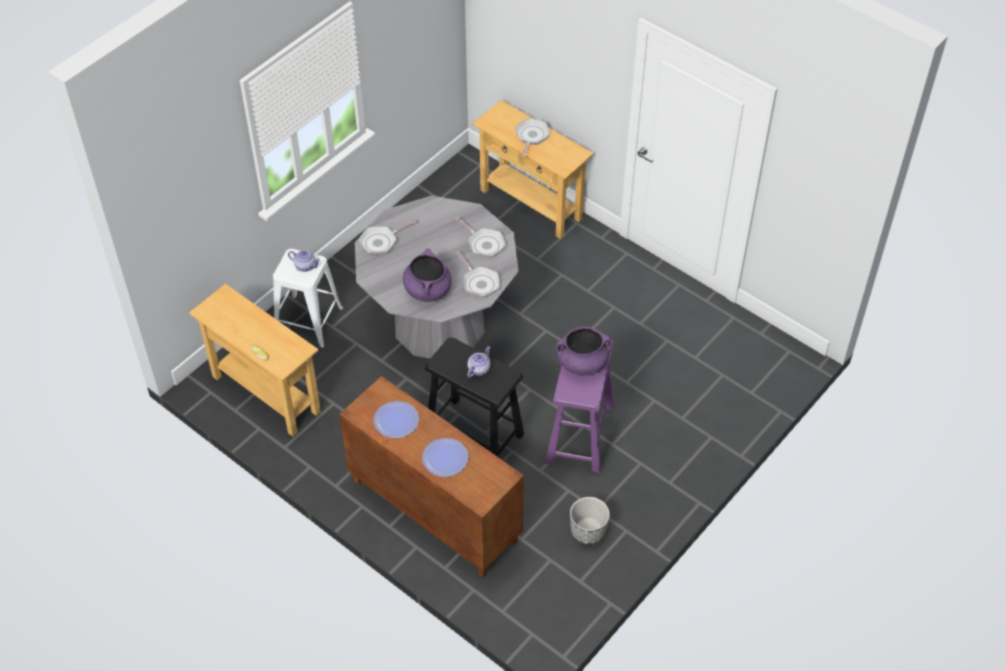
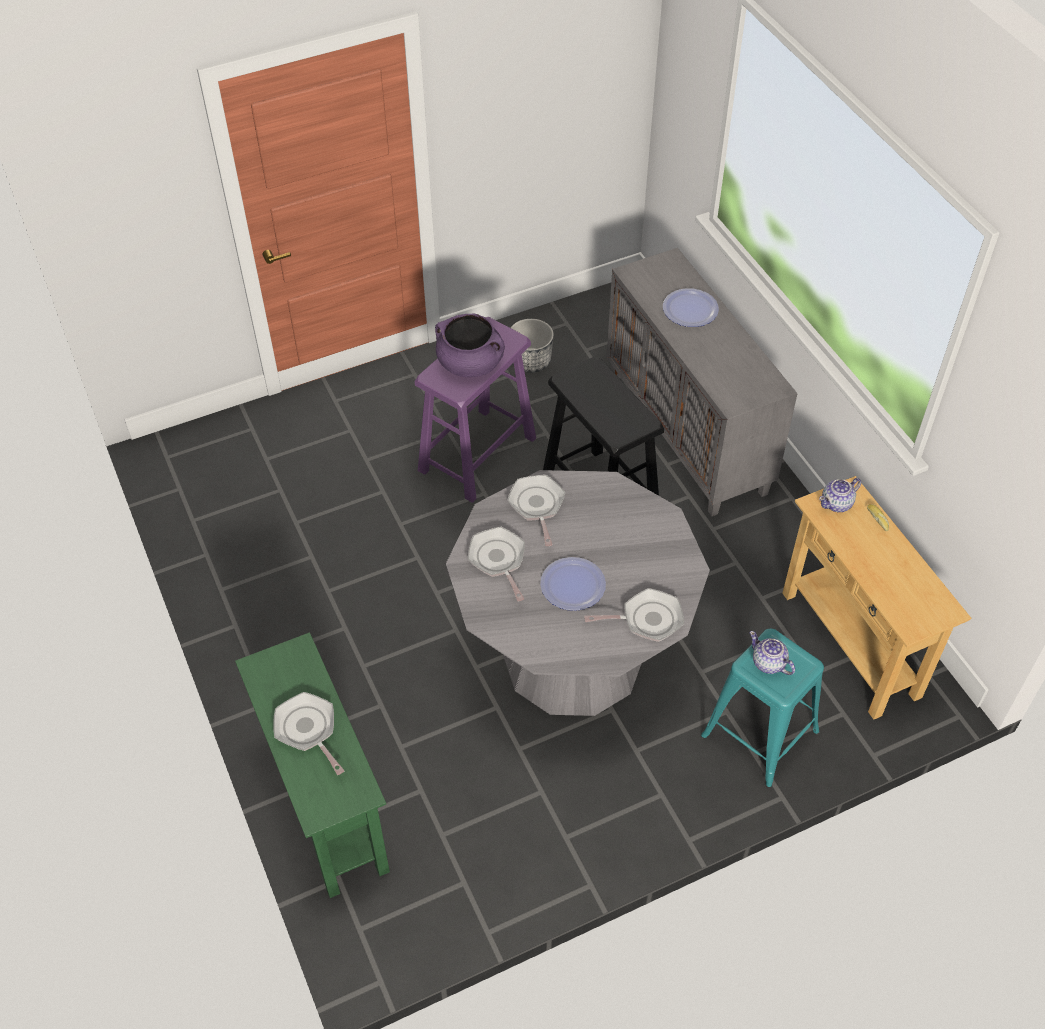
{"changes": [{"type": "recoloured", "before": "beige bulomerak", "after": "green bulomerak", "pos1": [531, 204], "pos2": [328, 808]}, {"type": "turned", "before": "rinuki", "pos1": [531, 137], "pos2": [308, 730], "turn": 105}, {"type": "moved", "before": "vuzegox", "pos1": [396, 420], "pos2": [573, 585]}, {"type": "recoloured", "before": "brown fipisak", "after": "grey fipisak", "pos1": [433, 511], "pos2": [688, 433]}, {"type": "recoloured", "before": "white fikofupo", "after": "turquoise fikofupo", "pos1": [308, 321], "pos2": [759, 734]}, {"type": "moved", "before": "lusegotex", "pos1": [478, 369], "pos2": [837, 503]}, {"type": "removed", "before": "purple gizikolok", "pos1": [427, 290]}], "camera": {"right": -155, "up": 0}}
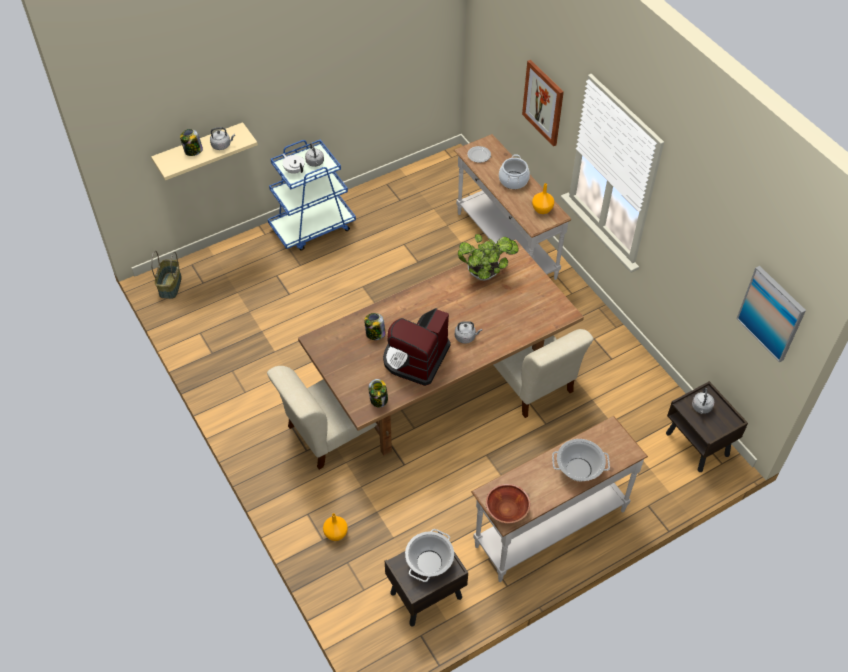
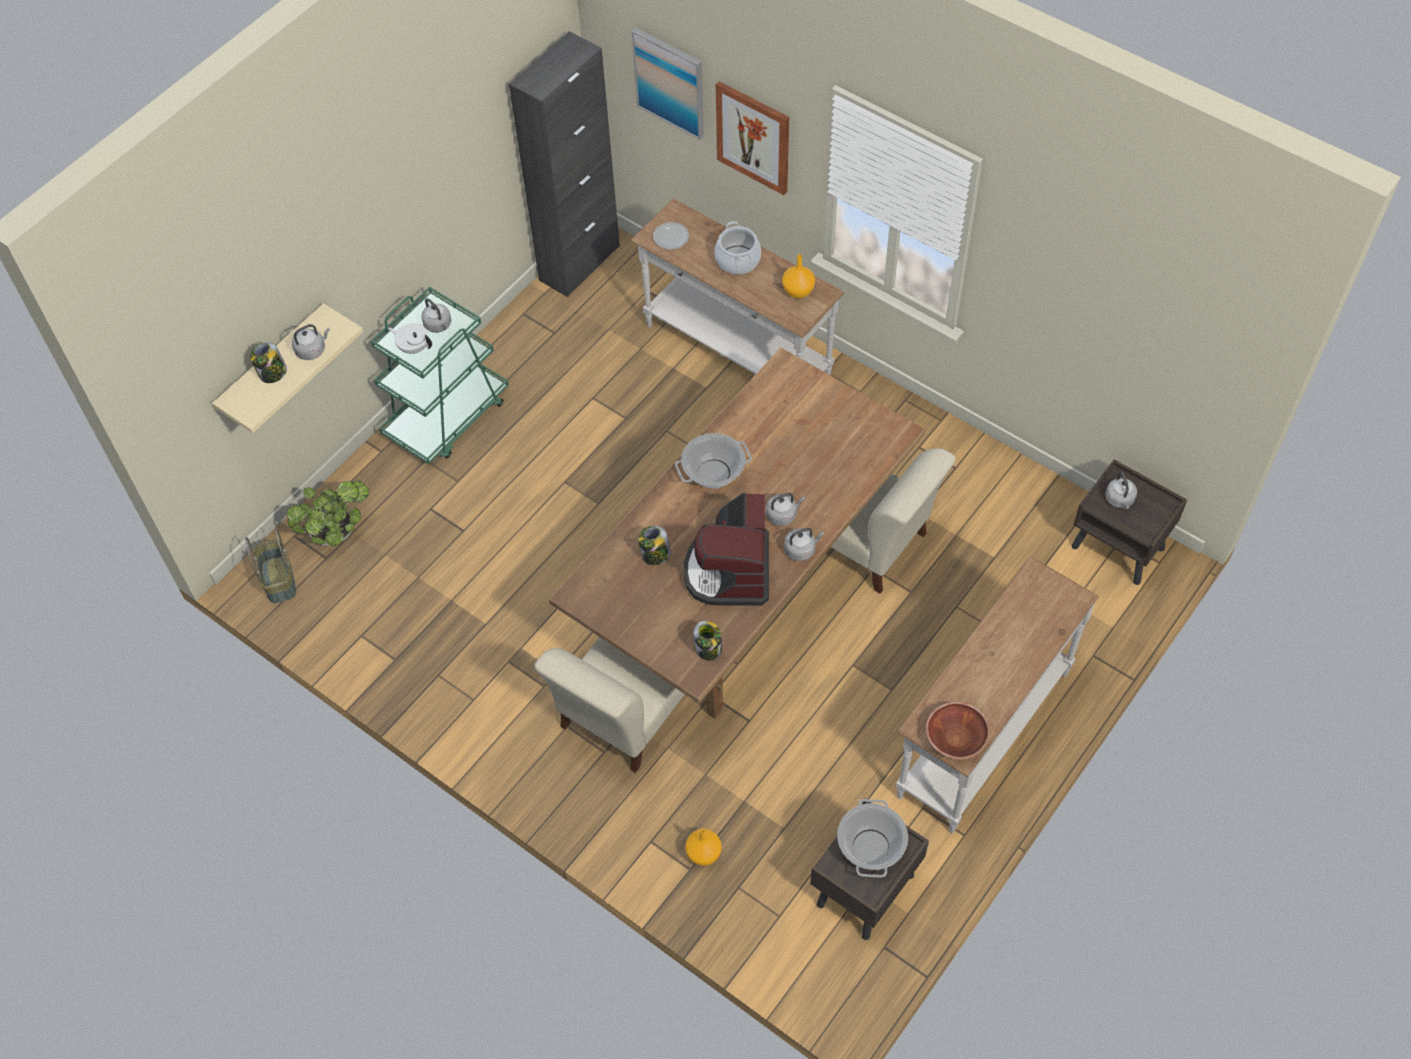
{"changes": [{"type": "moved", "before": "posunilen", "pos1": [485, 274], "pos2": [337, 533]}, {"type": "recoloured", "before": "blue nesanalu", "after": "green nesanalu", "pos1": [313, 227], "pos2": [447, 416]}, {"type": "added", "after": "black fipisak", "pos2": [579, 263]}, {"type": "moved", "before": "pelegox", "pos1": [771, 313], "pos2": [670, 82]}, {"type": "moved", "before": "gizikolok", "pos1": [579, 469], "pos2": [713, 473]}, {"type": "added", "after": "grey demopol", "pos2": [801, 549]}], "camera": {"right": -20, "up": 5}}
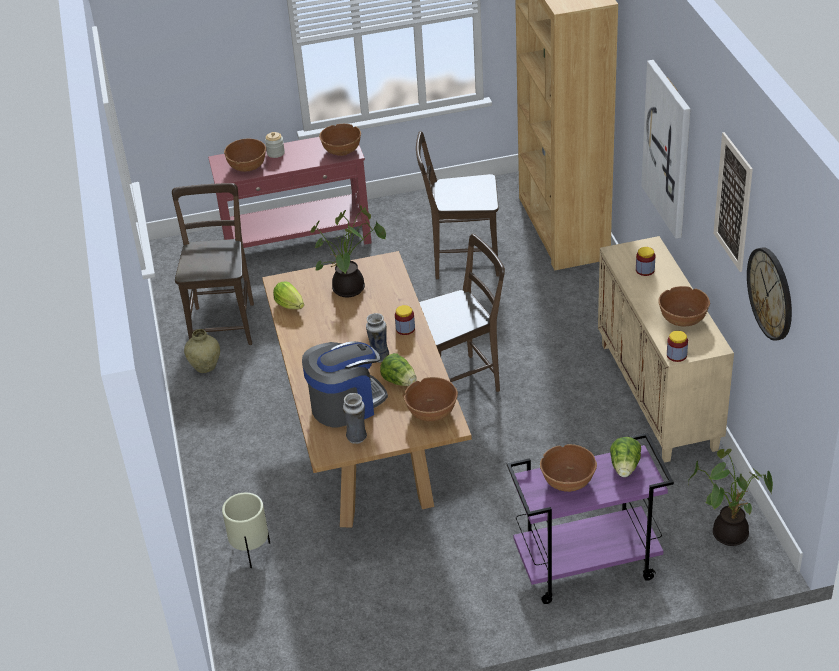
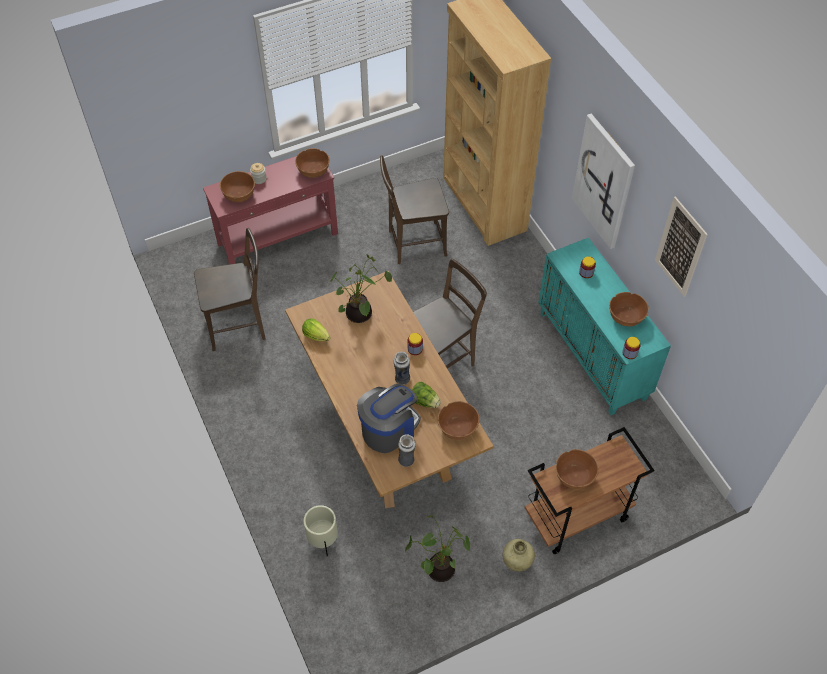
{"changes": [{"type": "turned", "before": "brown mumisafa", "pos1": [223, 322], "pos2": [239, 325], "turn": 90}, {"type": "moved", "before": "posunilen", "pos1": [728, 532], "pos2": [439, 567]}, {"type": "moved", "before": "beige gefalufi", "pos1": [205, 367], "pos2": [517, 563]}, {"type": "recoloured", "before": "purple nesanalu", "after": "brown nesanalu", "pos1": [586, 567], "pos2": [576, 517]}, {"type": "recoloured", "before": "beige fipisak", "after": "turquoise fipisak", "pos1": [659, 396], "pos2": [593, 355]}, {"type": "removed", "before": "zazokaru", "pos1": [625, 467]}, {"type": "removed", "before": "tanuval", "pos1": [771, 293]}], "camera": {"right": -15, "up": 15}}
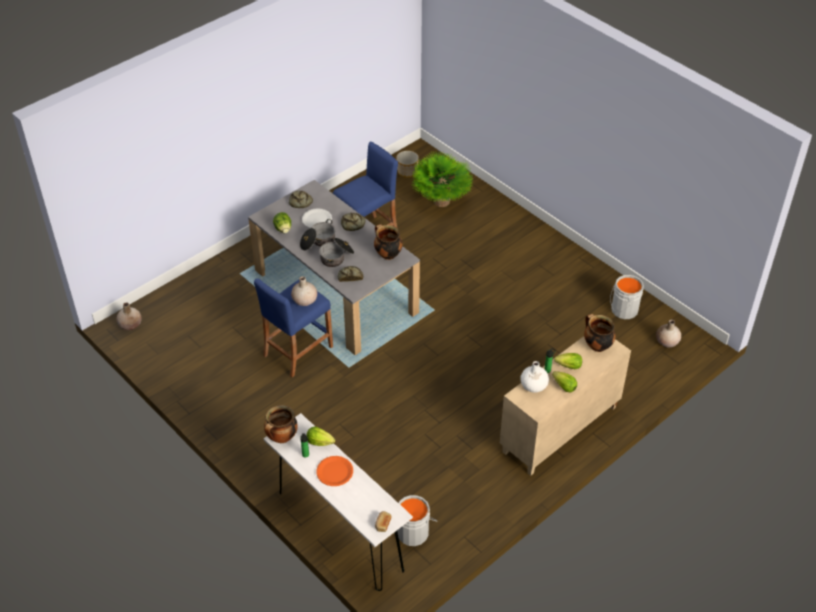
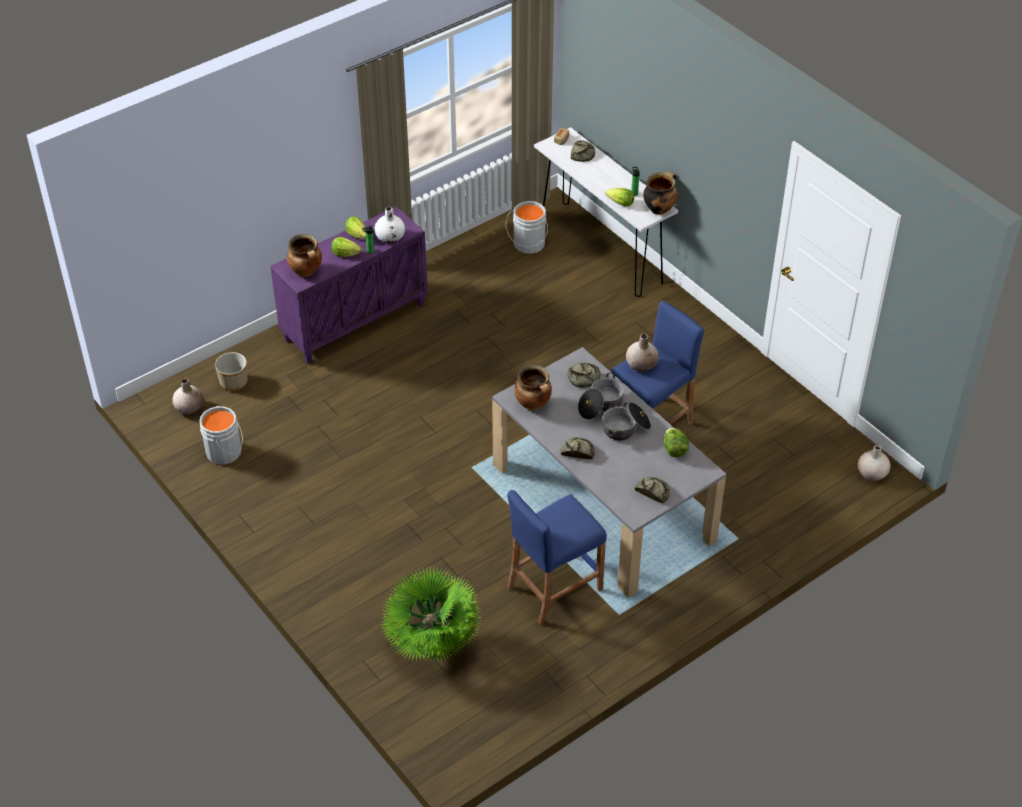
{"changes": [{"type": "moved", "before": "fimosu", "pos1": [407, 172], "pos2": [233, 382]}, {"type": "recoloured", "before": "beige fipisak", "after": "purple fipisak", "pos1": [560, 430], "pos2": [355, 321]}, {"type": "added", "after": "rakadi", "pos2": [583, 154]}, {"type": "removed", "before": "white vuzegox", "pos1": [317, 219]}, {"type": "removed", "before": "orange vuzegox", "pos1": [334, 472]}], "camera": {"right": -175, "up": 0}}
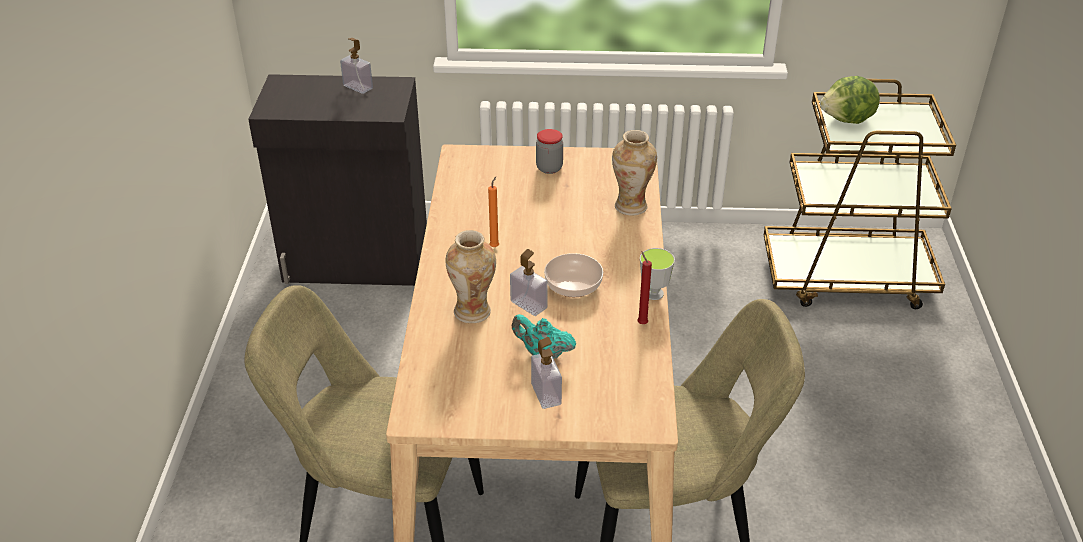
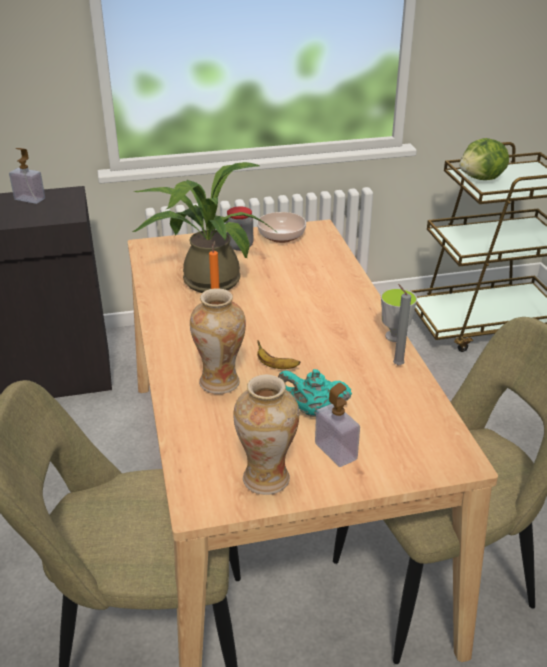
{"changes": [{"type": "added", "after": "posunilen", "pos2": [206, 279]}, {"type": "moved", "before": "gefalufi", "pos1": [631, 206], "pos2": [266, 478]}, {"type": "moved", "before": "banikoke", "pos1": [574, 286], "pos2": [282, 236]}, {"type": "replaced", "before": "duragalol", "after": "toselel", "pos1": [528, 305], "pos2": [275, 366]}, {"type": "recoloured", "before": "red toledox", "after": "grey toledox", "pos1": [641, 323], "pos2": [396, 364]}], "camera": {"right": -15, "up": -5}}
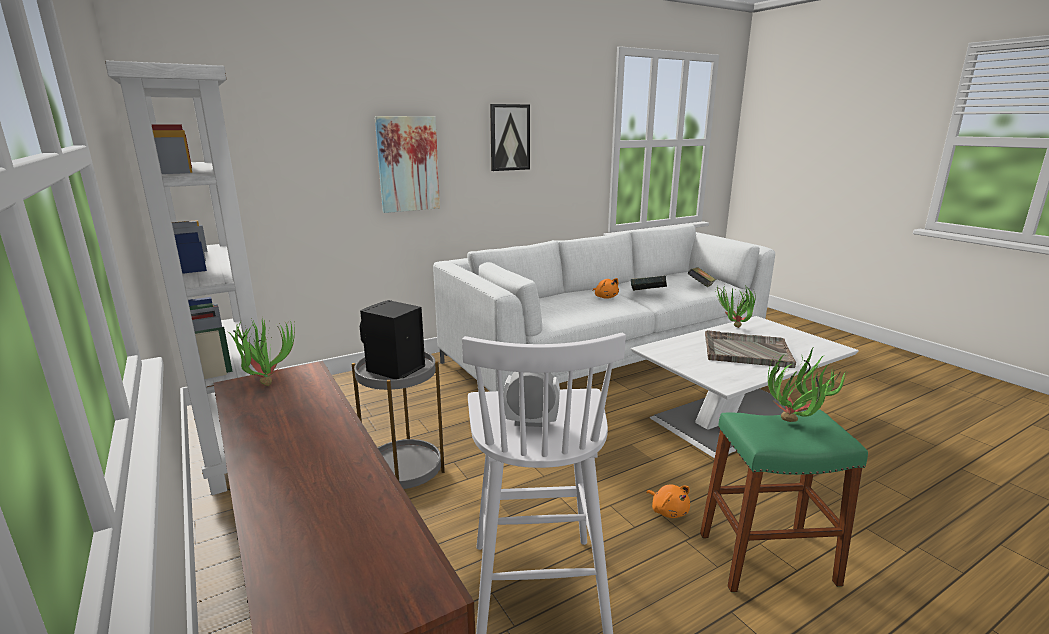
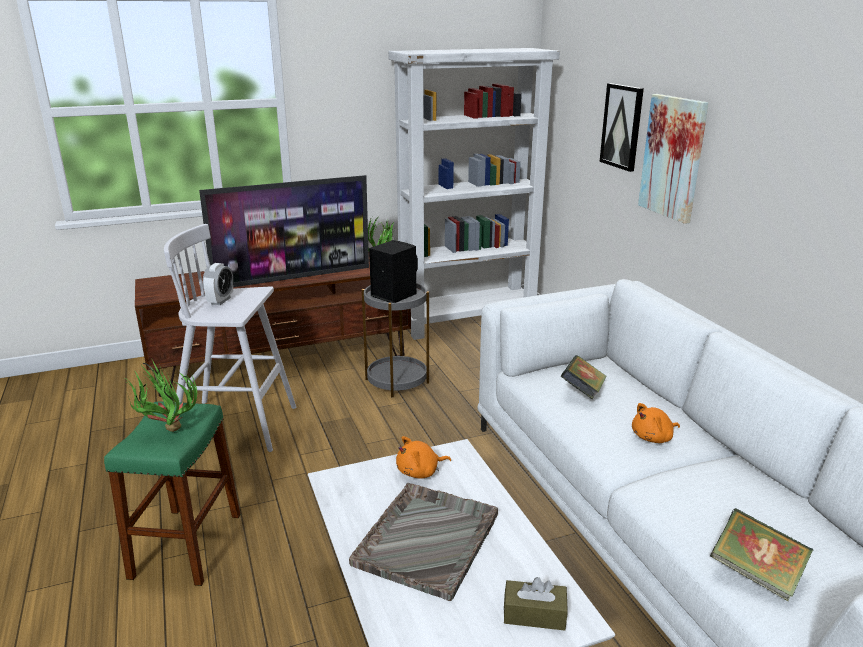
{"changes": [{"type": "added", "after": "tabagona", "pos2": [293, 278]}, {"type": "moved", "before": "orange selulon", "pos1": [668, 511], "pos2": [420, 472]}, {"type": "added", "after": "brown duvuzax", "pos2": [534, 614]}, {"type": "moved", "before": "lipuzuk", "pos1": [647, 294], "pos2": [582, 392]}, {"type": "moved", "before": "pelegox", "pos1": [509, 137], "pos2": [622, 126]}, {"type": "removed", "before": "posunilen", "pos1": [733, 328]}], "camera": {"right": 100, "up": 5}}
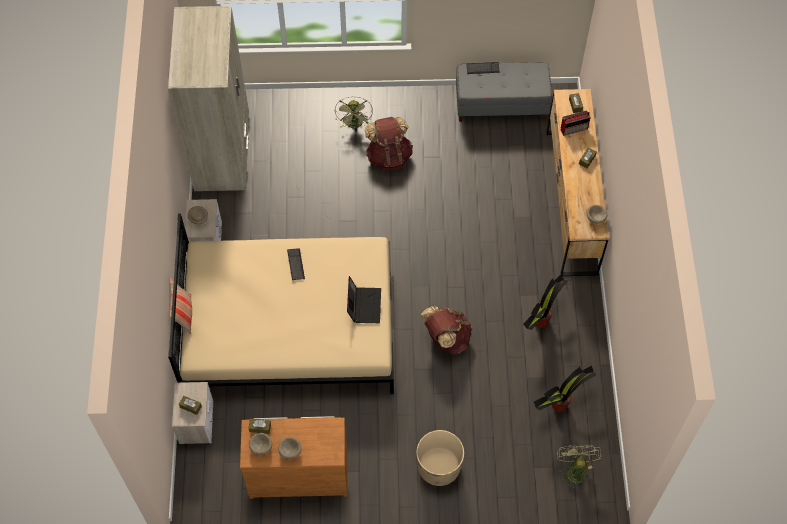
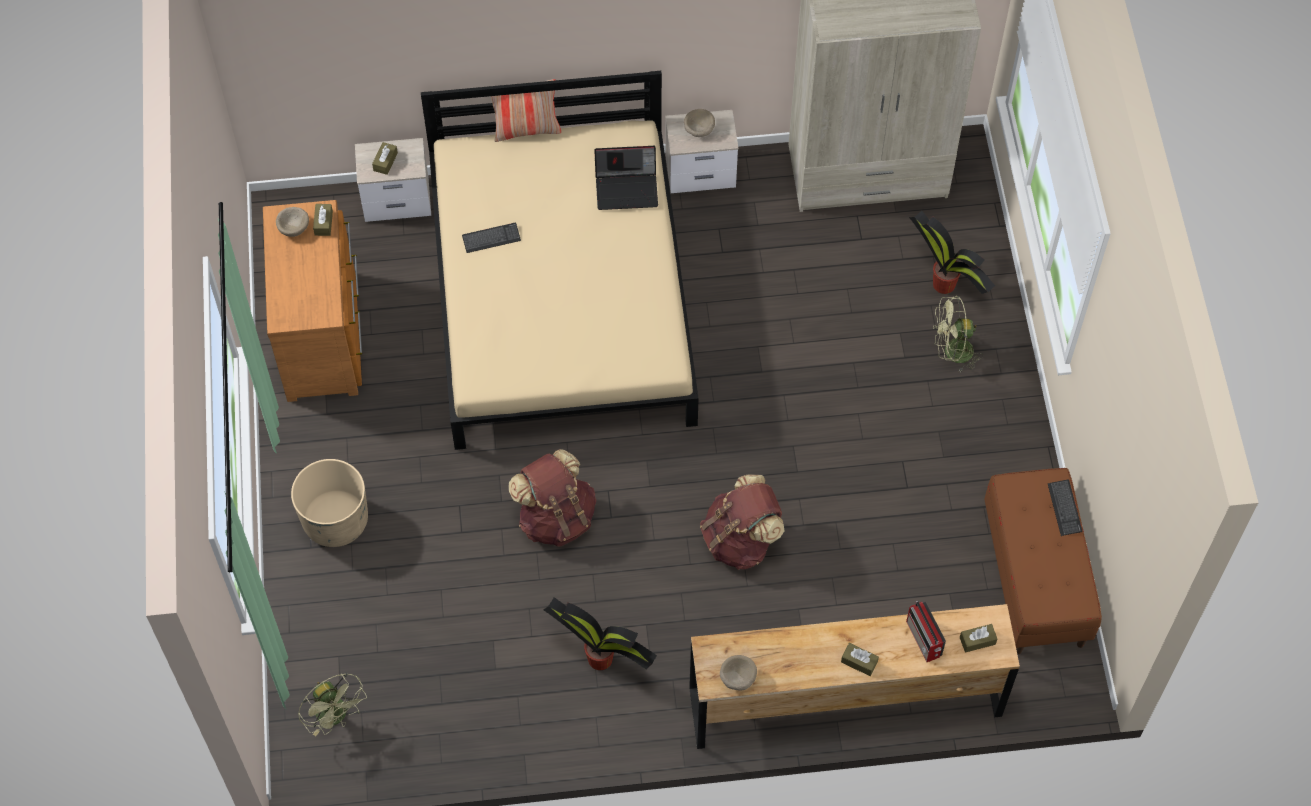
{"changes": [{"type": "turned", "before": "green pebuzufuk", "pos1": [574, 469], "pos2": [336, 716], "turn": 60}, {"type": "moved", "before": "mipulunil", "pos1": [296, 264], "pos2": [491, 238]}, {"type": "moved", "before": "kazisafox", "pos1": [364, 305], "pos2": [627, 188]}, {"type": "moved", "before": "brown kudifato", "pos1": [389, 156], "pos2": [740, 540]}, {"type": "moved", "before": "posunilen", "pos1": [560, 404], "pos2": [945, 285]}, {"type": "recoloured", "before": "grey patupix", "after": "brown patupix", "pos1": [501, 105], "pos2": [1035, 578]}, {"type": "removed", "before": "beige banikoke", "pos1": [290, 450]}], "camera": {"right": 85, "up": 0}}
